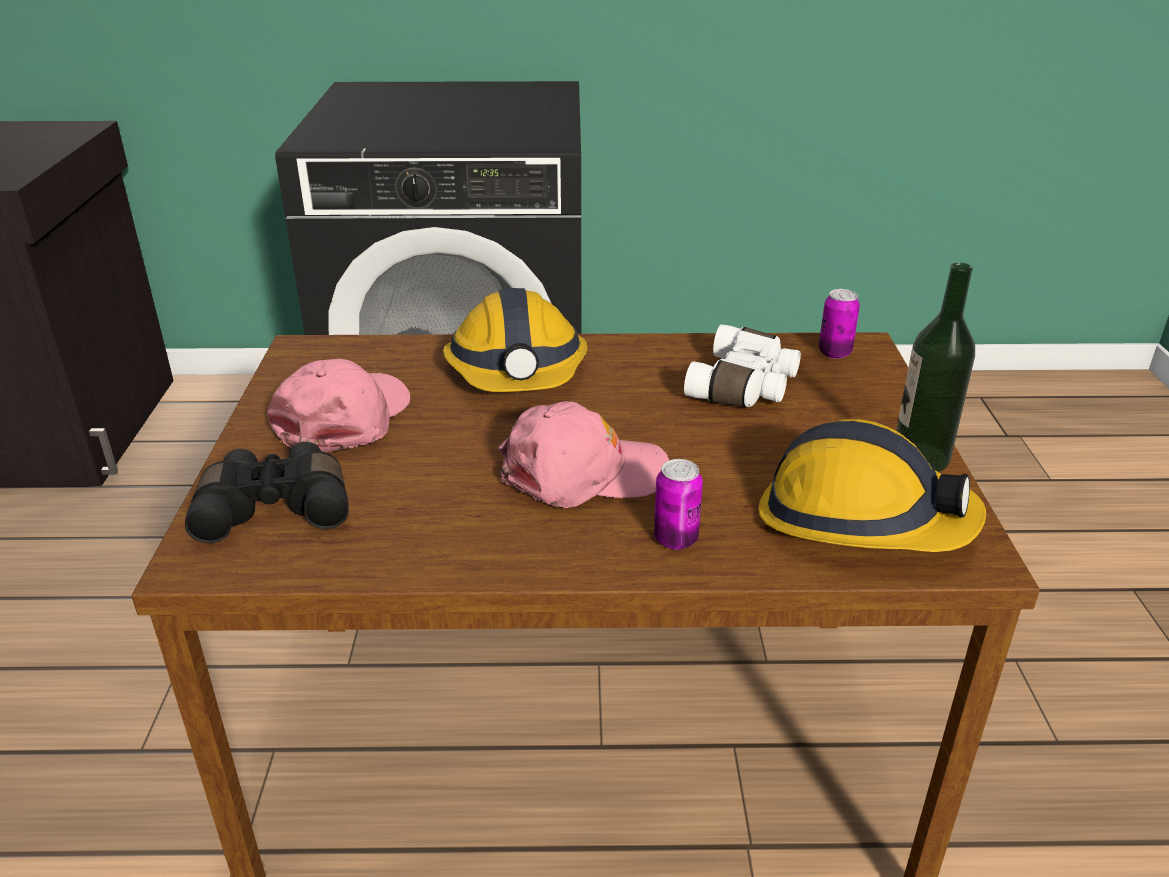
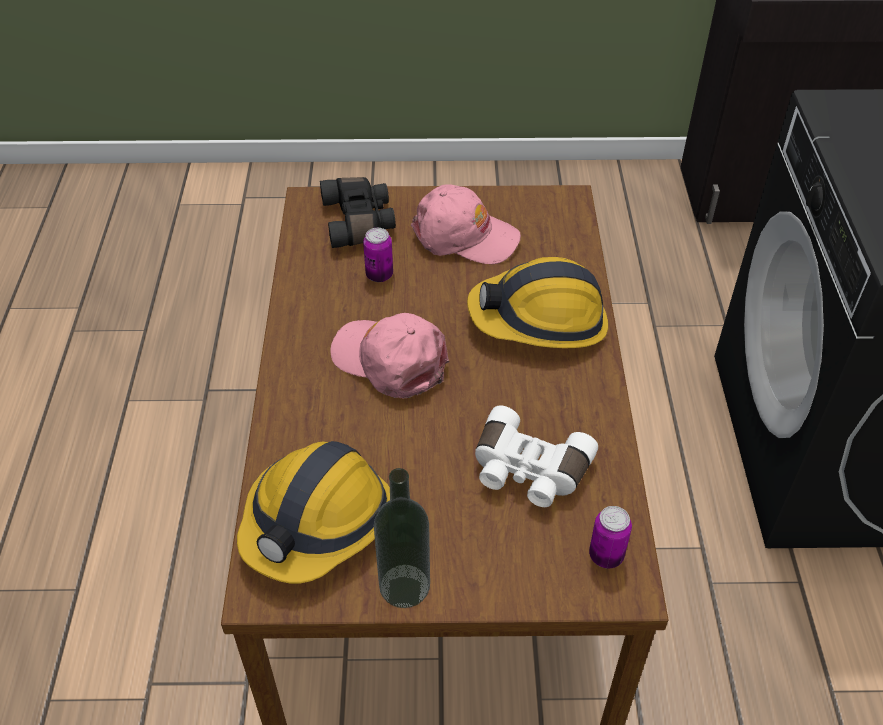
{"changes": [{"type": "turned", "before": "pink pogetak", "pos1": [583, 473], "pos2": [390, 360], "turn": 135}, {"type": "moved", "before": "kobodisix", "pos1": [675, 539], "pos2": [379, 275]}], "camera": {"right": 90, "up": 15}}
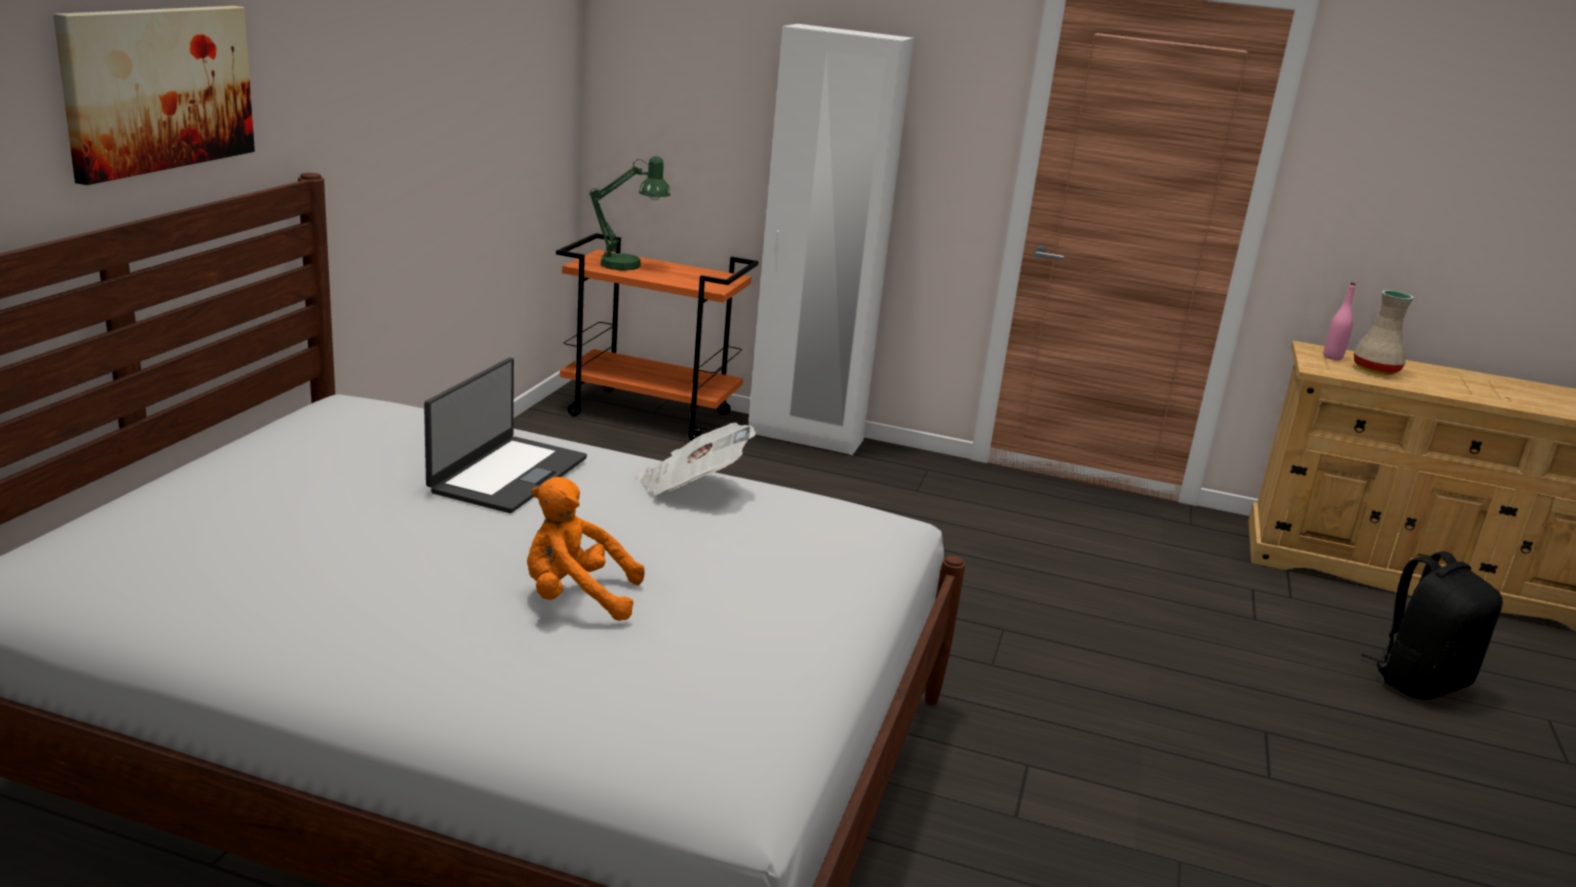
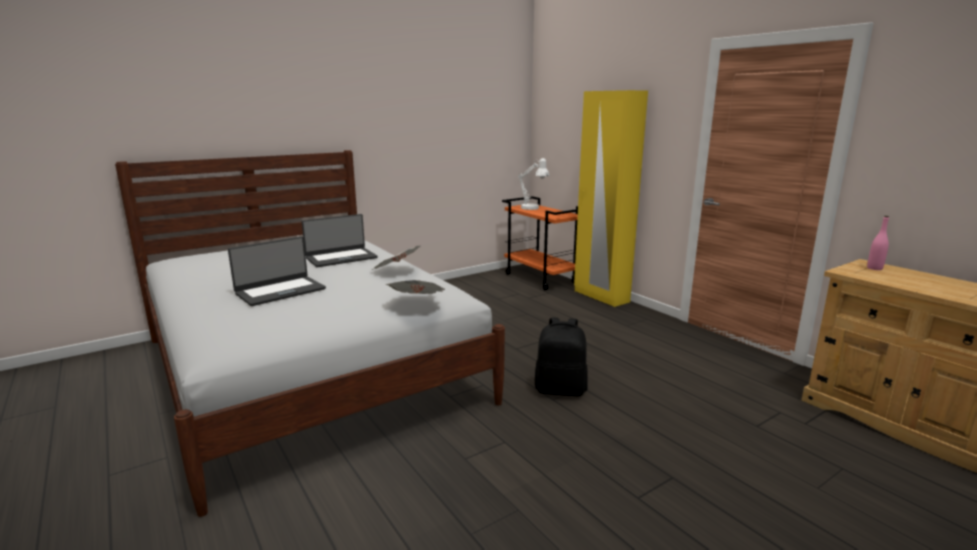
{"changes": [{"type": "replaced", "before": "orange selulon", "after": "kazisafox", "pos1": [576, 598], "pos2": [280, 291]}, {"type": "added", "after": "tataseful", "pos2": [417, 303]}, {"type": "recoloured", "before": "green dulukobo", "after": "white dulukobo", "pos1": [629, 265], "pos2": [533, 208]}, {"type": "moved", "before": "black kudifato", "pos1": [1419, 681], "pos2": [560, 389]}, {"type": "recoloured", "before": "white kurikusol", "after": "yellow kurikusol", "pos1": [805, 437], "pos2": [600, 296]}, {"type": "removed", "before": "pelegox", "pos1": [158, 89]}, {"type": "removed", "before": "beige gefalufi", "pos1": [1375, 369]}], "camera": {"right": 40, "up": -5}}
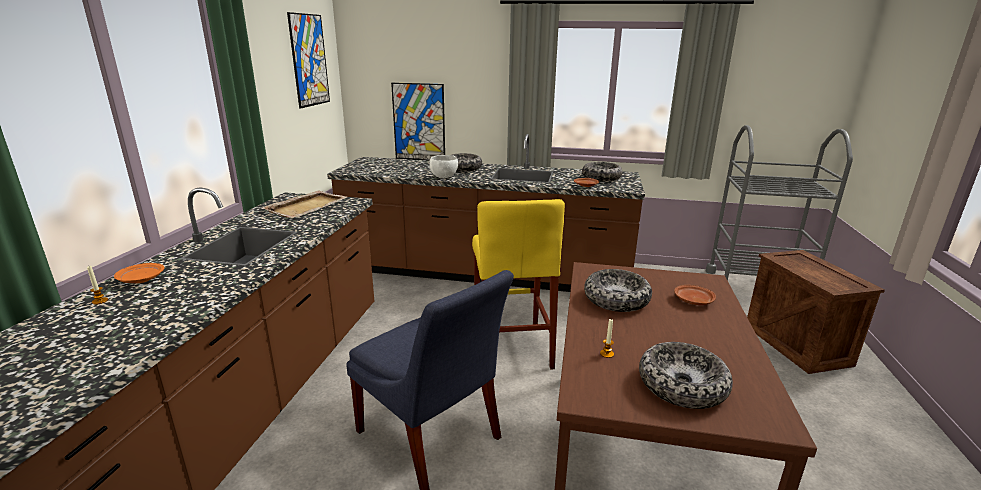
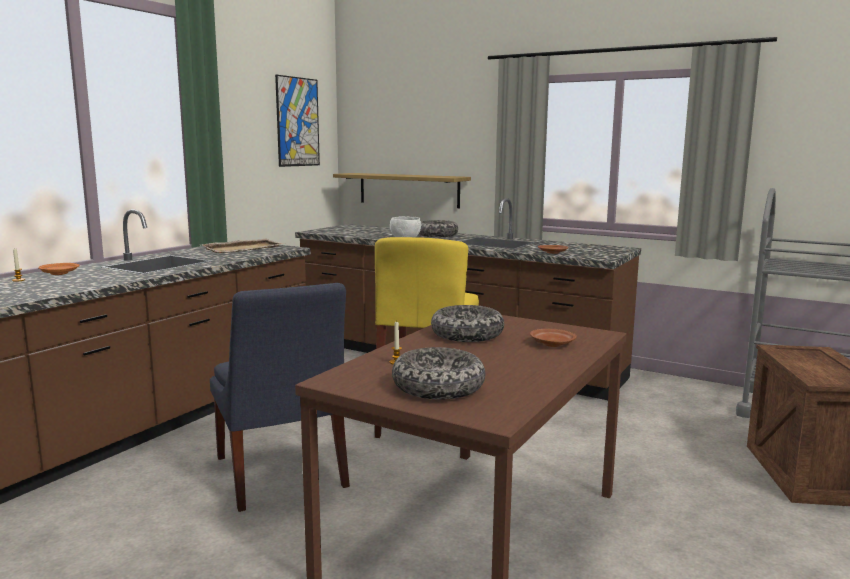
{"changes": [{"type": "replaced", "before": "pelegox", "after": "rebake", "pos1": [419, 122], "pos2": [408, 190]}, {"type": "removed", "before": "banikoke", "pos1": [601, 178]}], "camera": {"right": 20, "up": -10}}
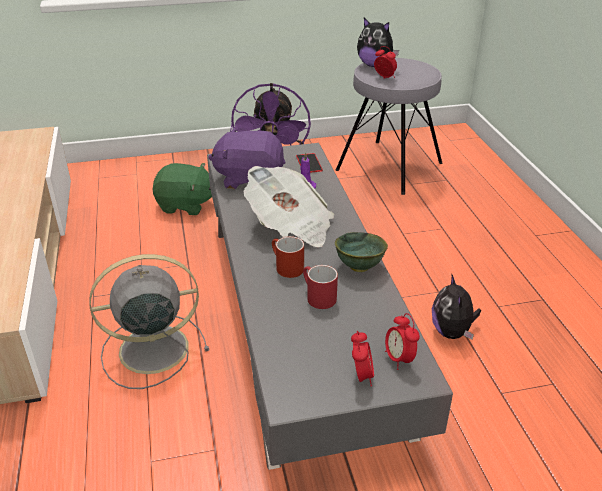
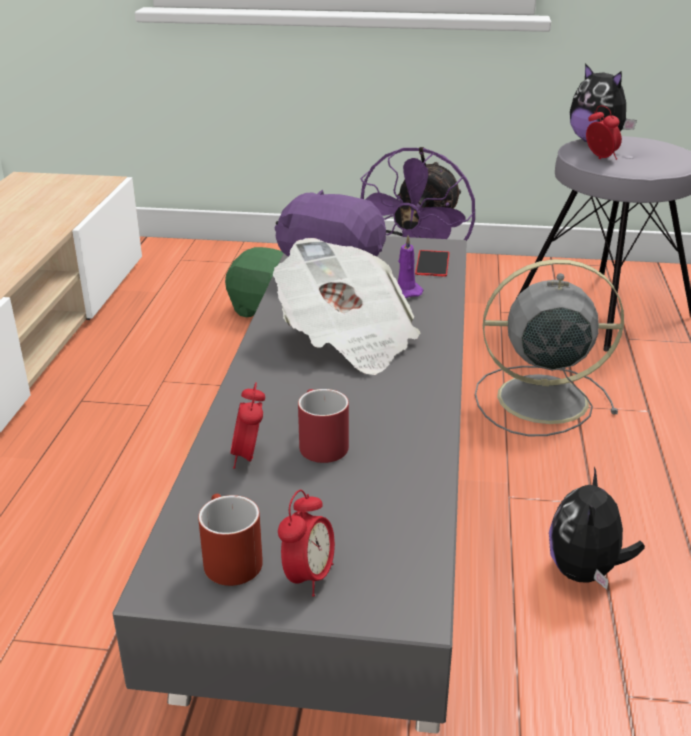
{"changes": [{"type": "moved", "before": "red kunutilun", "pos1": [285, 267], "pos2": [227, 558]}, {"type": "moved", "before": "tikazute", "pos1": [399, 359], "pos2": [249, 457]}, {"type": "moved", "before": "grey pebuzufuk", "pos1": [150, 350], "pos2": [538, 399]}, {"type": "removed", "before": "green banikoke", "pos1": [358, 267]}], "camera": {"right": 20, "up": -5}}
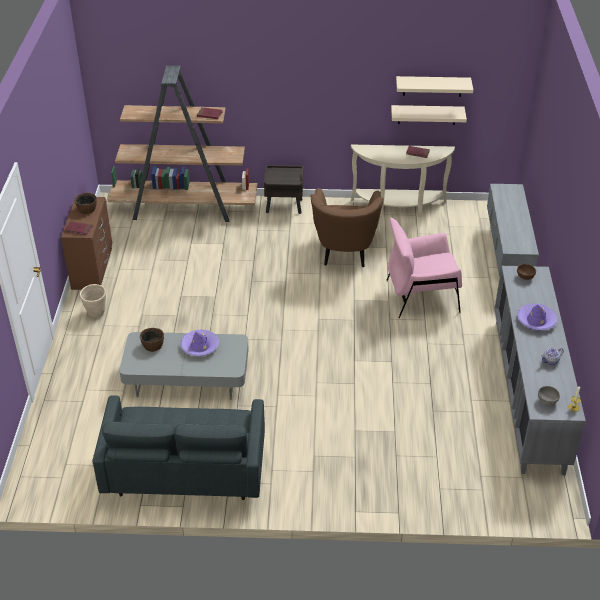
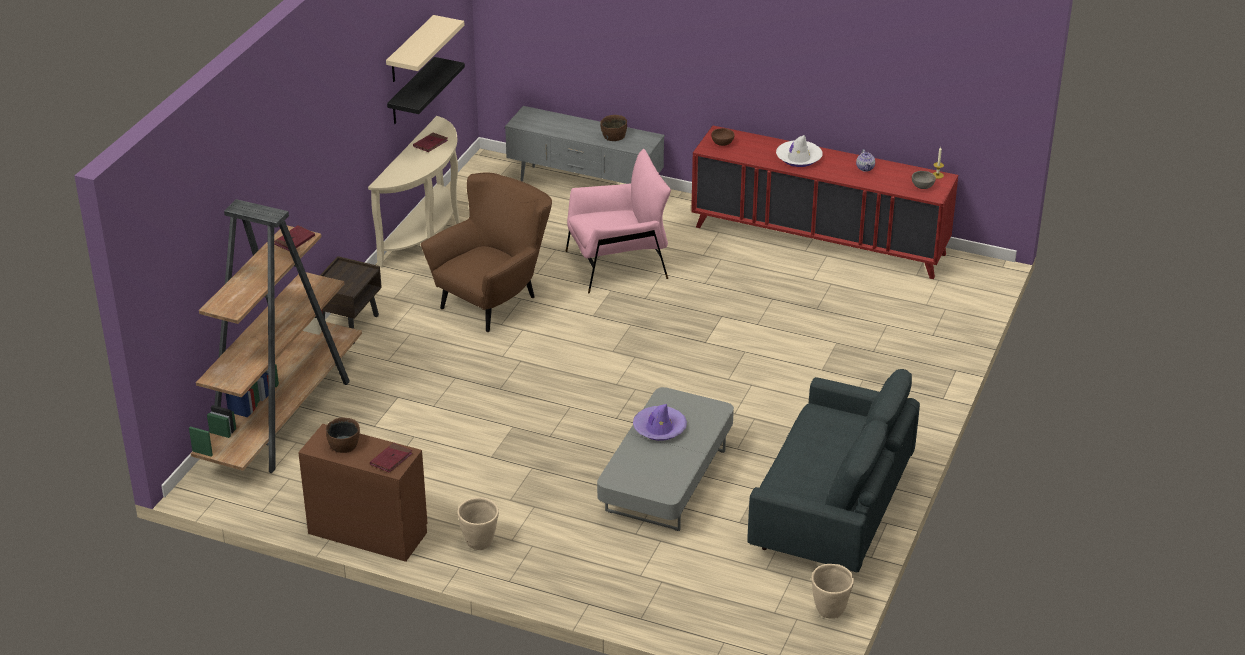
{"changes": [{"type": "recoloured", "before": "beige rebake", "after": "black rebake", "pos1": [427, 115], "pos2": [411, 92]}, {"type": "turned", "before": "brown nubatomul", "pos1": [345, 253], "pos2": [494, 300], "turn": -75}, {"type": "turned", "before": "pink nubatomul", "pos1": [421, 296], "pos2": [617, 264], "turn": -120}, {"type": "moved", "before": "brown banikoke", "pos1": [153, 345], "pos2": [613, 136]}, {"type": "recoloured", "before": "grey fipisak", "after": "red fipisak", "pos1": [528, 392], "pos2": [819, 240]}, {"type": "recoloured", "before": "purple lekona", "after": "white lekona", "pos1": [536, 320], "pos2": [798, 158]}, {"type": "added", "after": "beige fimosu", "pos2": [830, 611]}], "camera": {"right": -70, "up": -5}}
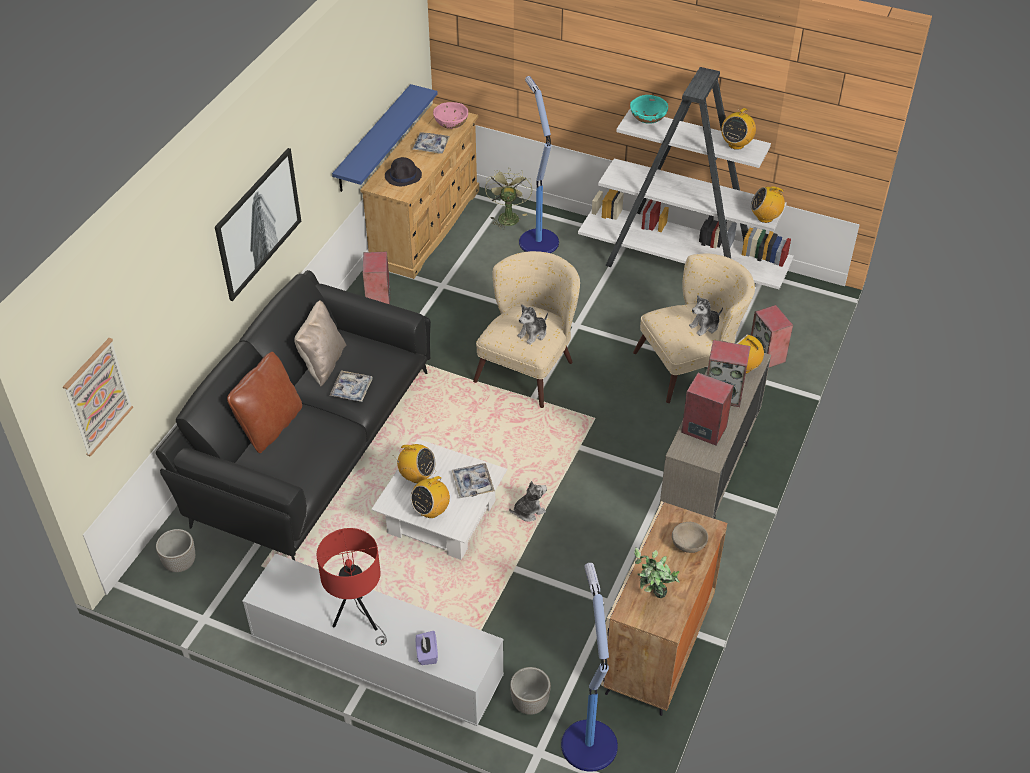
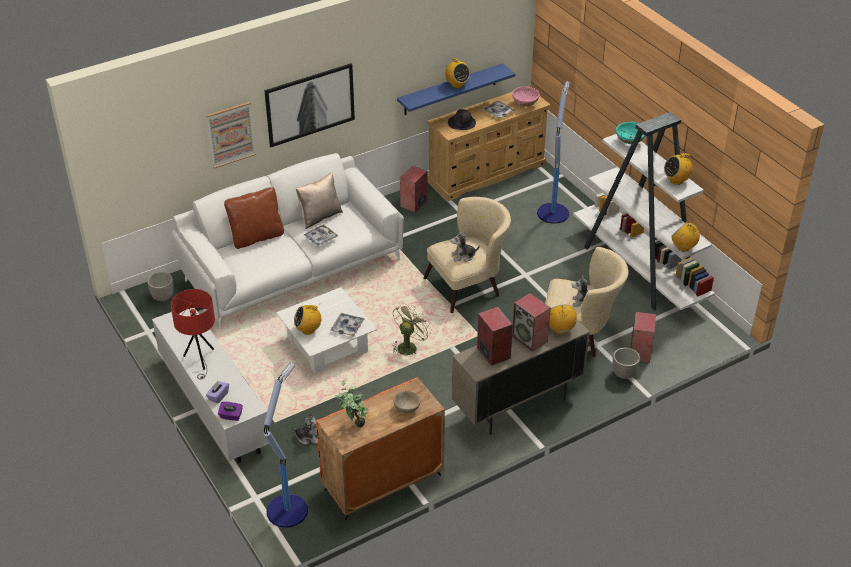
{"changes": [{"type": "recoloured", "before": "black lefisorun", "after": "white lefisorun", "pos1": [310, 444], "pos2": [292, 268]}, {"type": "moved", "before": "pelegox", "pos1": [97, 396], "pos2": [231, 134]}, {"type": "added", "after": "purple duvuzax", "pos2": [231, 416]}, {"type": "moved", "before": "selulon", "pos1": [528, 511], "pos2": [308, 437]}, {"type": "recoloured", "before": "beige fipisak", "after": "orange fipisak", "pos1": [658, 647], "pos2": [382, 483]}, {"type": "moved", "before": "green pebuzufuk", "pos1": [507, 216], "pos2": [409, 346]}, {"type": "moved", "before": "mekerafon", "pos1": [417, 476], "pos2": [457, 84]}, {"type": "moved", "before": "fimosu", "pos1": [530, 704], "pos2": [624, 374]}], "camera": {"right": 35, "up": -5}}
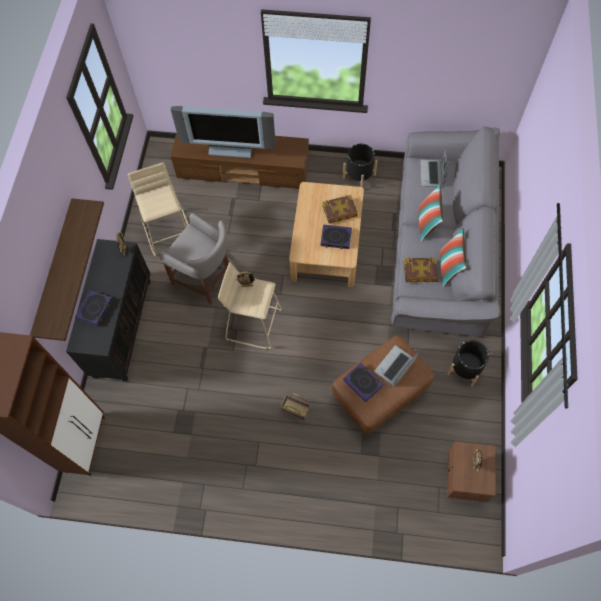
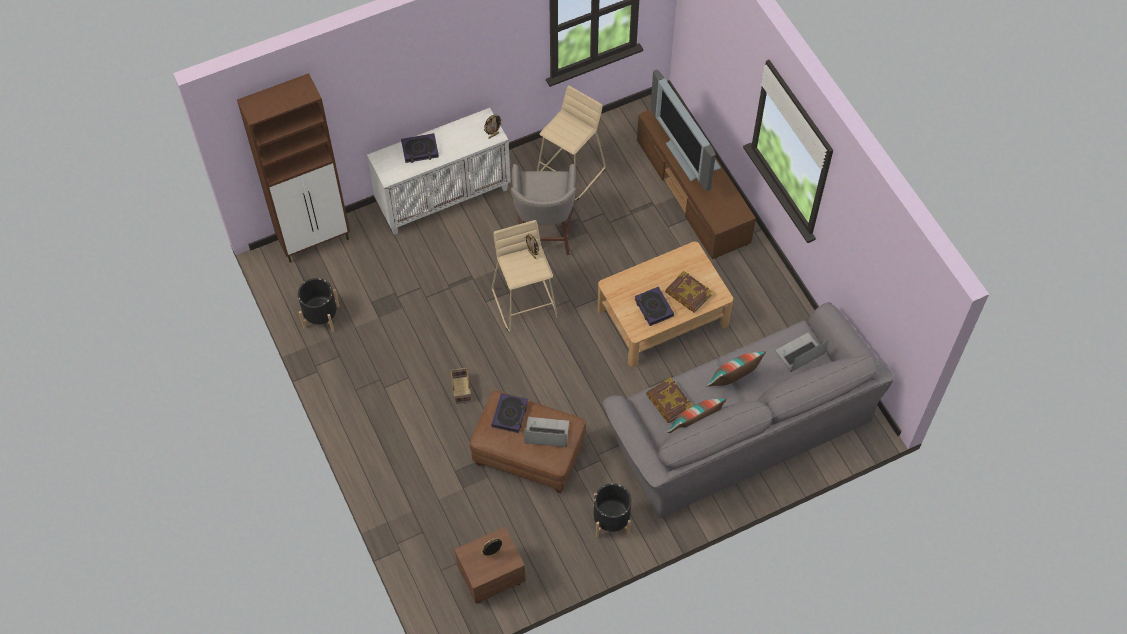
{"changes": [{"type": "moved", "before": "black fimosu", "pos1": [359, 176], "pos2": [321, 317]}, {"type": "recoloured", "before": "black fipisak", "after": "white fipisak", "pos1": [122, 327], "pos2": [444, 197]}, {"type": "removed", "before": "rebake", "pos1": [55, 270]}], "camera": {"right": 55, "up": -5}}
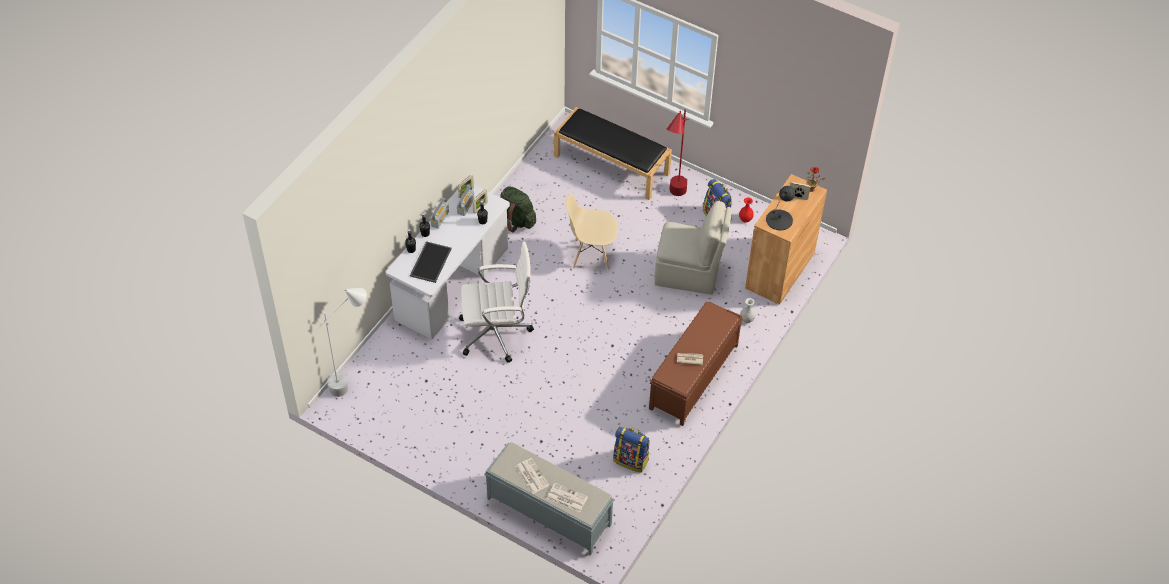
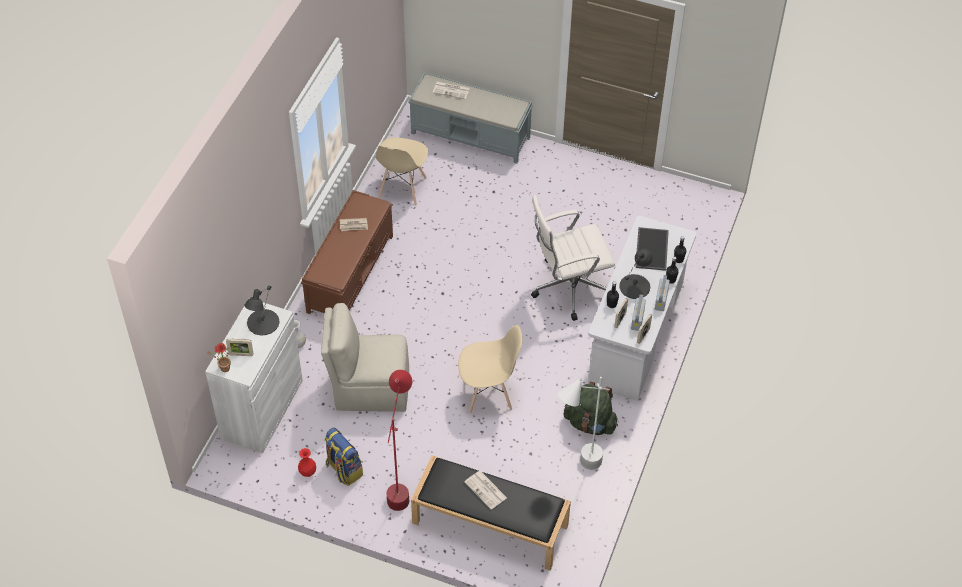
{"changes": [{"type": "recoloured", "before": "brown fipisak", "after": "white fipisak", "pos1": [780, 270], "pos2": [262, 409]}, {"type": "replaced", "before": "kudifato", "after": "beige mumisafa", "pos1": [631, 460], "pos2": [402, 188]}, {"type": "moved", "before": "tataseful", "pos1": [531, 476], "pos2": [486, 490]}, {"type": "moved", "before": "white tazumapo", "pos1": [353, 382], "pos2": [577, 470]}, {"type": "added", "after": "black dulukobo", "pos2": [635, 286]}], "camera": {"right": 170, "up": 0}}
